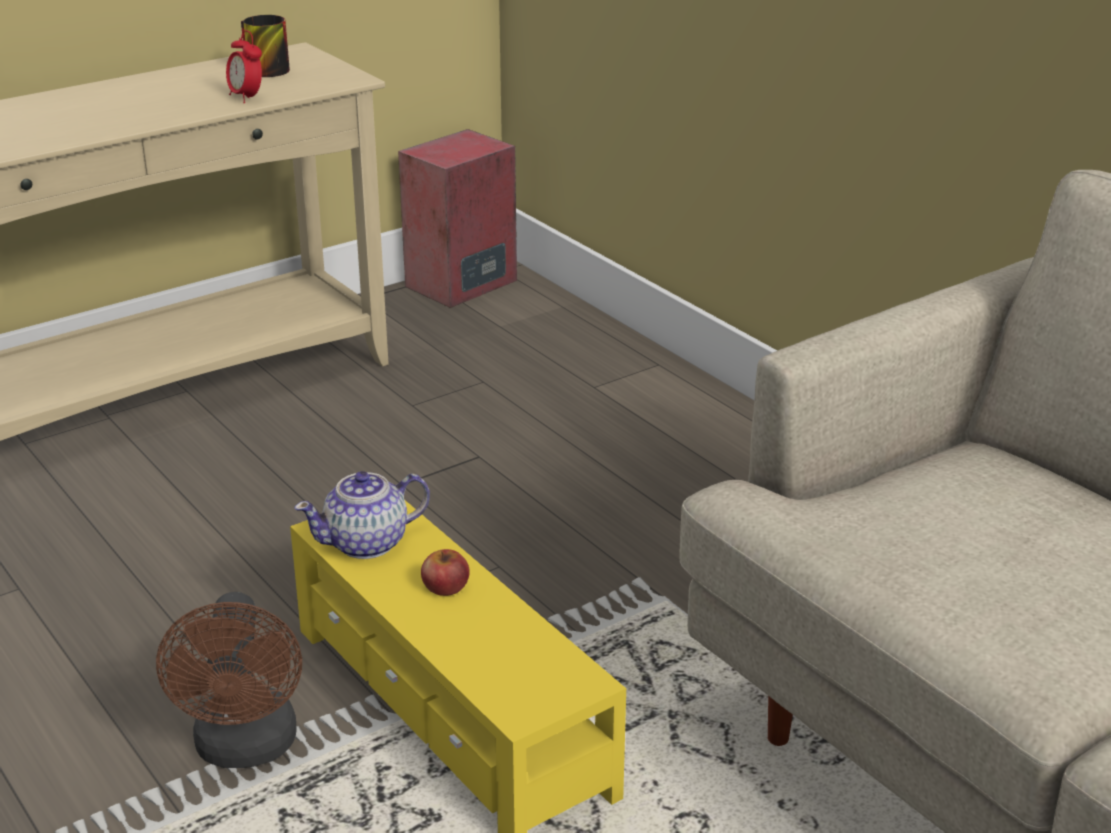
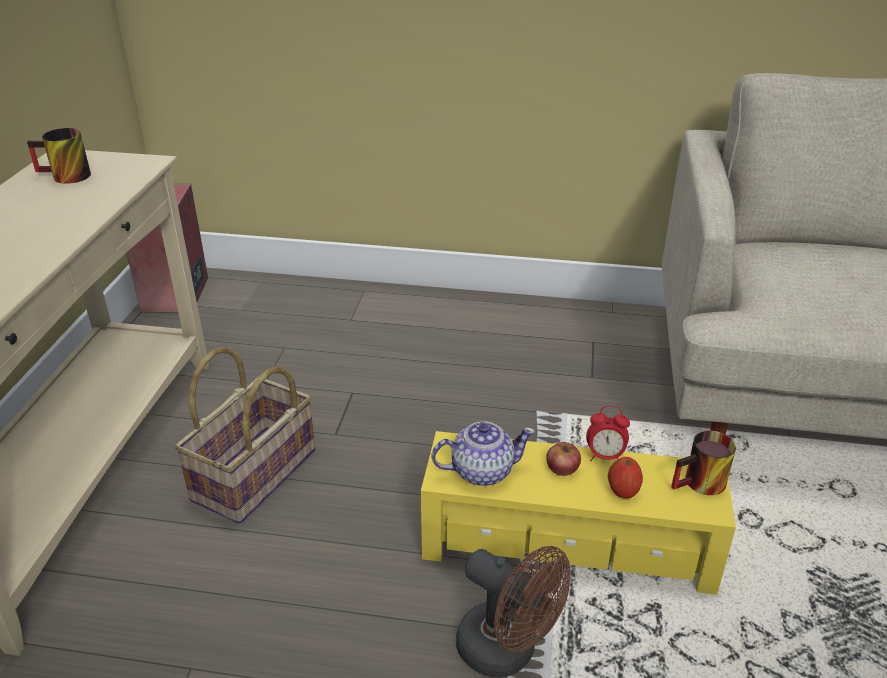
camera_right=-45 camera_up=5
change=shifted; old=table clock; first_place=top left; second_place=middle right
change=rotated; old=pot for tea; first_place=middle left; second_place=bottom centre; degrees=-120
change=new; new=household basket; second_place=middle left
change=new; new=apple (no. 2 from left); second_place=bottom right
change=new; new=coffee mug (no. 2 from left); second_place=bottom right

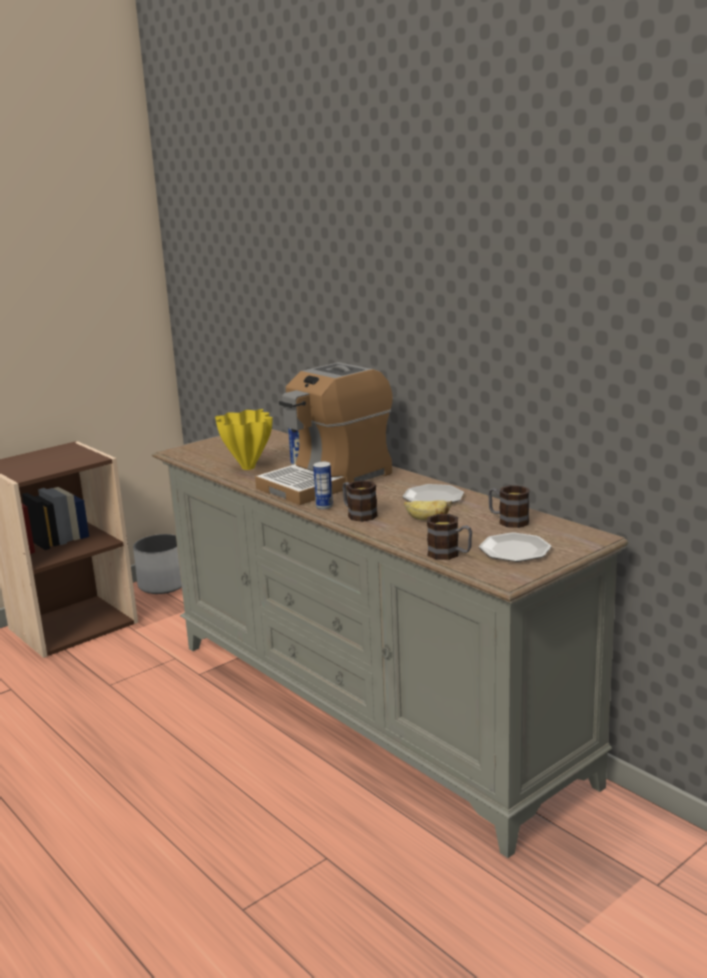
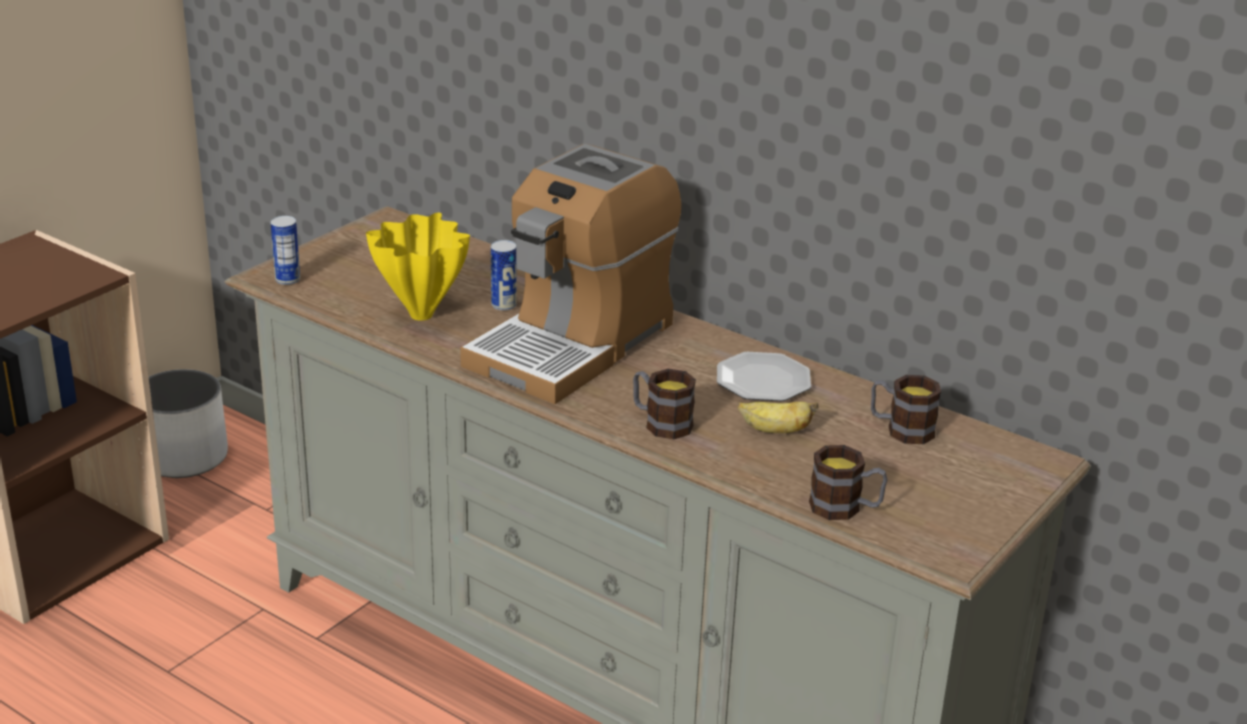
camera_right=-15 camera_up=10
change=shifted; old=can (no. 2 from left in the first image); new=can (no. 1 from left); first_place=centre; second_place=middle left
change=gone; old=flat dish (no. 2 from left); first_place=middle right

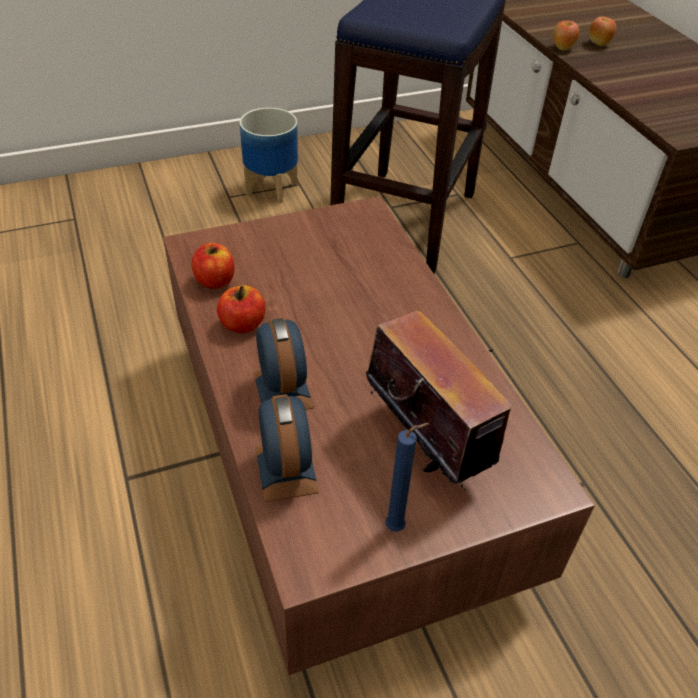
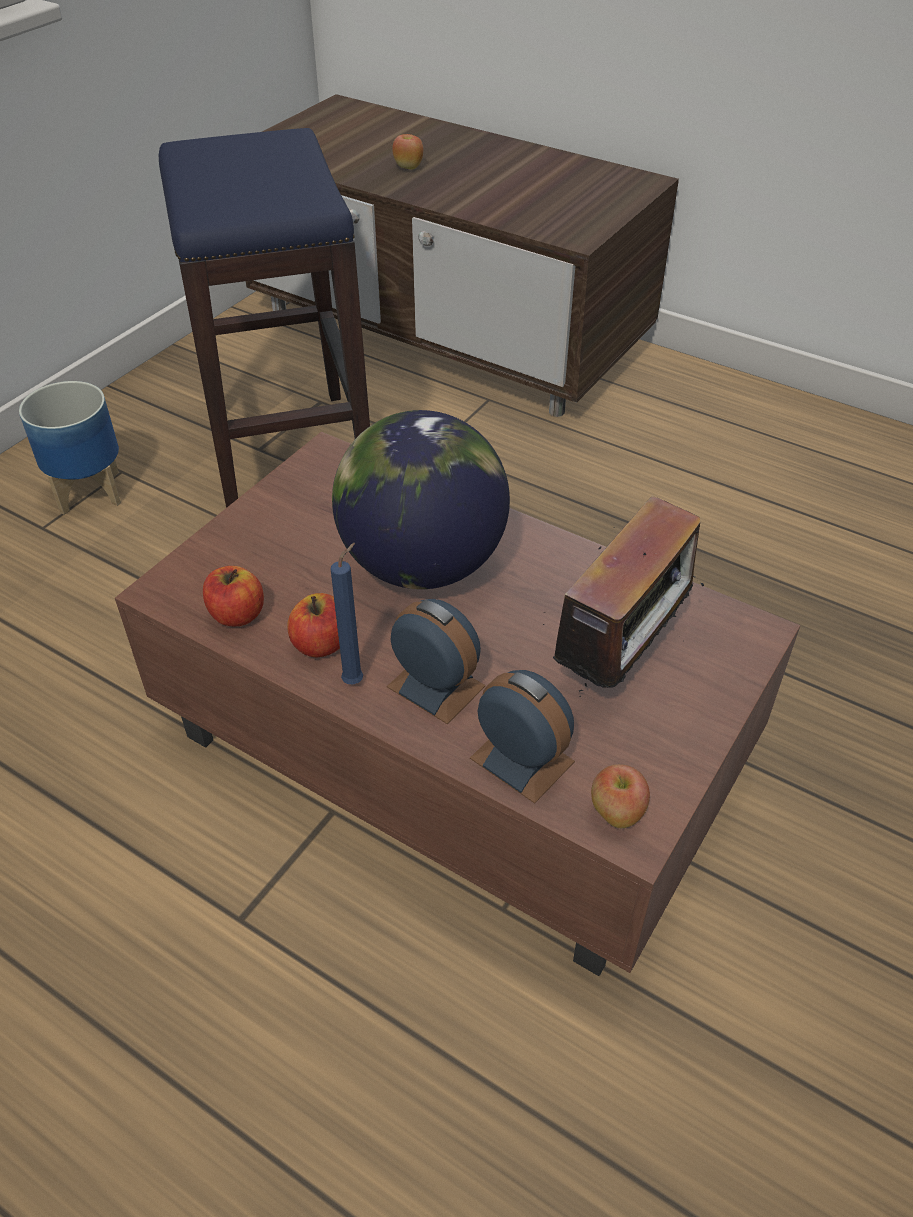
camera_right=-35 camera_up=0
change=rotated; old=radio receiver; first_place=centre; second_place=middle right; degrees=105
change=shifted; old=candle in blue; first_place=bottom centre; second_place=centre
change=shifted; old=apple (no. 3 from left in the first image); new=apple (no. 4 from left); first_place=top right; second_place=middle right
change=new; new=desk globe; second_place=centre

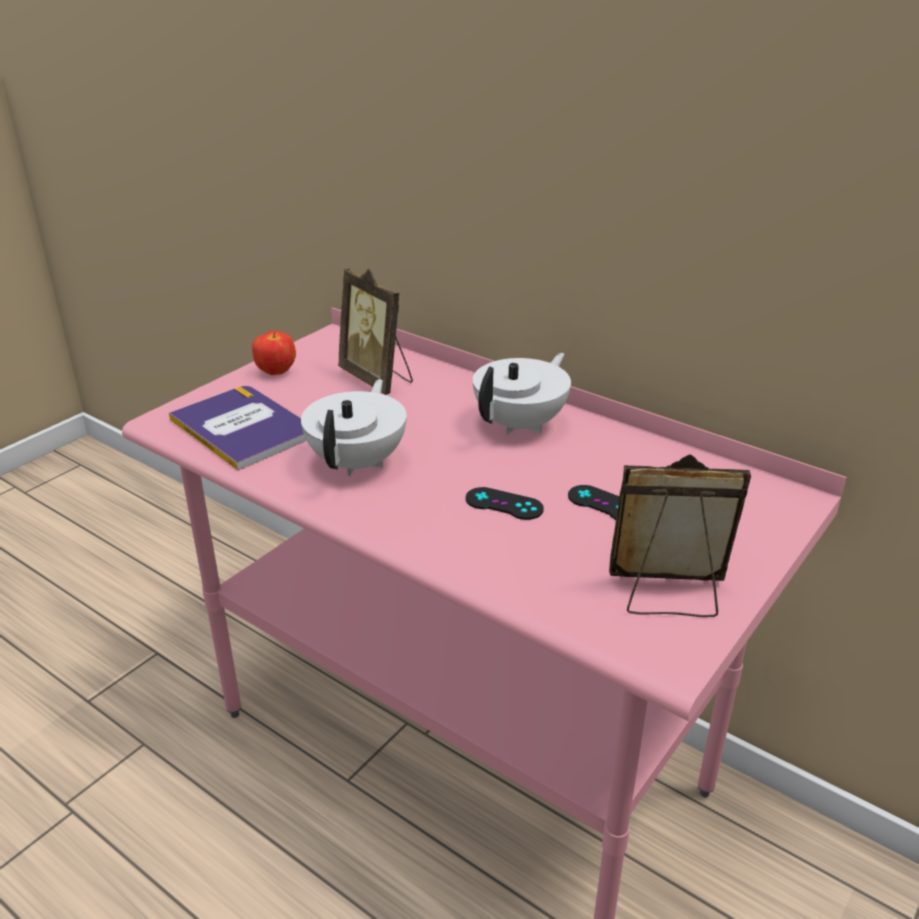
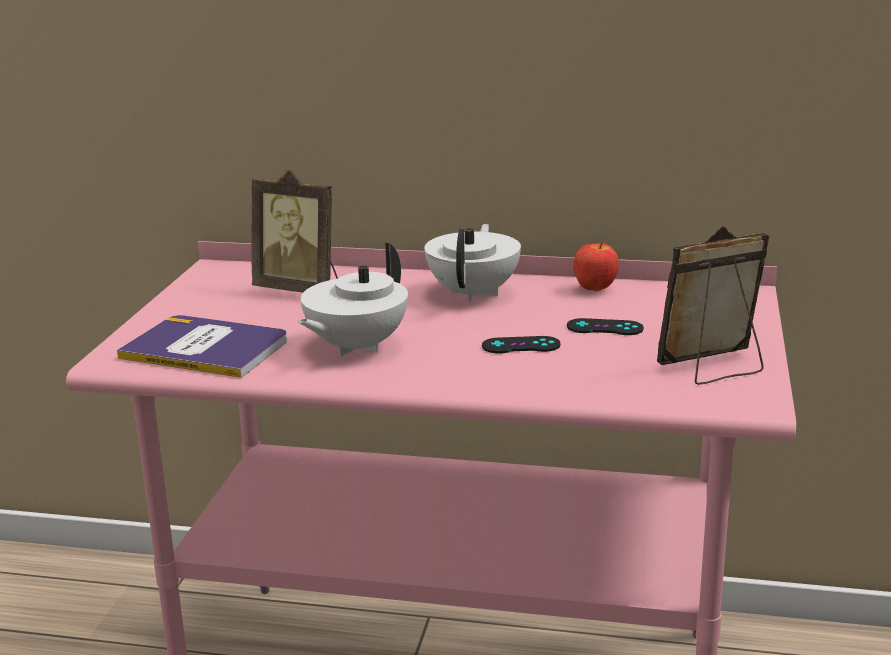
camera_right=-25 camera_up=-10
change=shifted; old=apple; first_place=middle left; second_place=middle right
change=rotated; old=pot for tea in white (no. 1 from left); first_place=centre; second_place=centre; degrees=-135

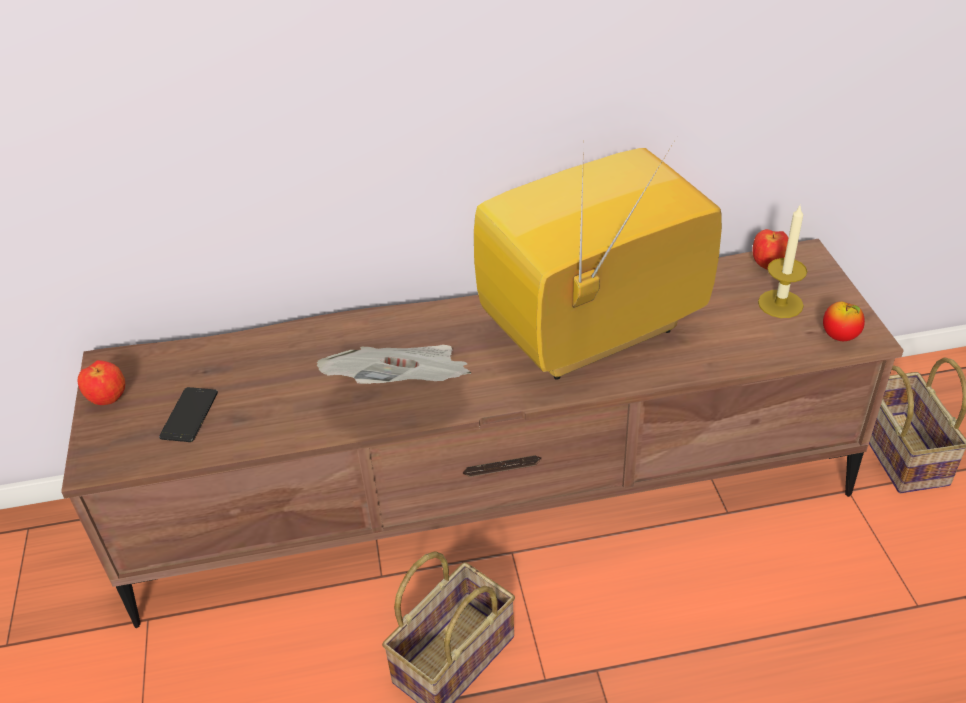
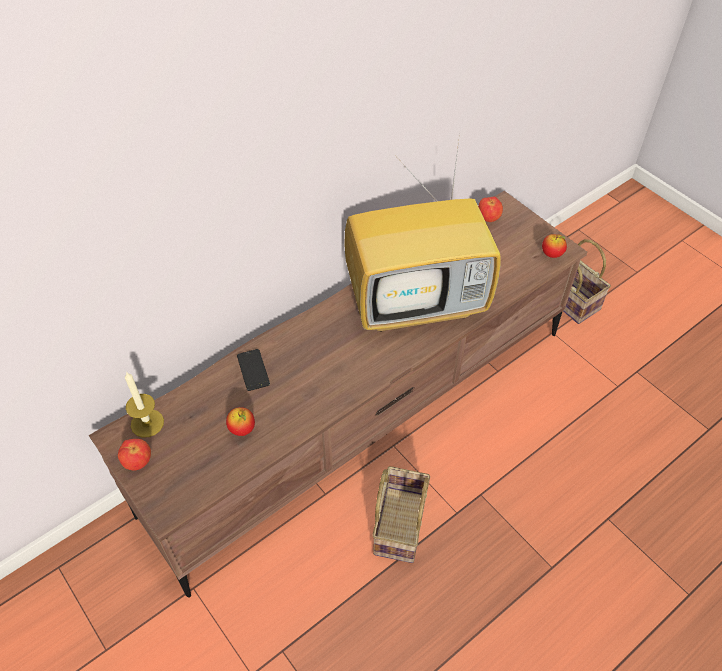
camera_right=-30 camera_up=10
change=shifted; old=telephone; first_place=middle left; second_place=centre
change=gone; old=newspaper; first_place=centre
change=rotated; old=TV set; first_place=centre; second_place=centre; degrees=-135
change=shifted; old=candle; first_place=middle right; second_place=middle left
change=new; new=apple (no. 2 from left); second_place=middle left

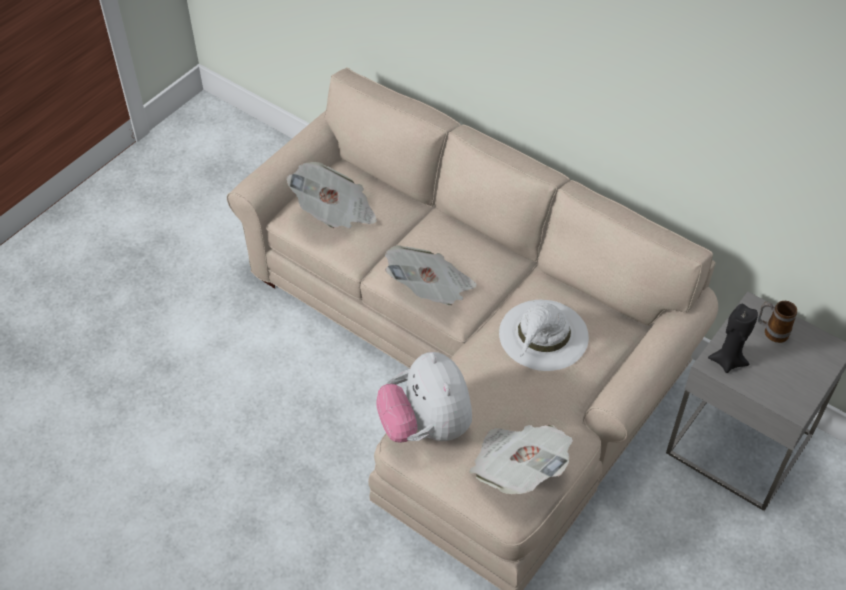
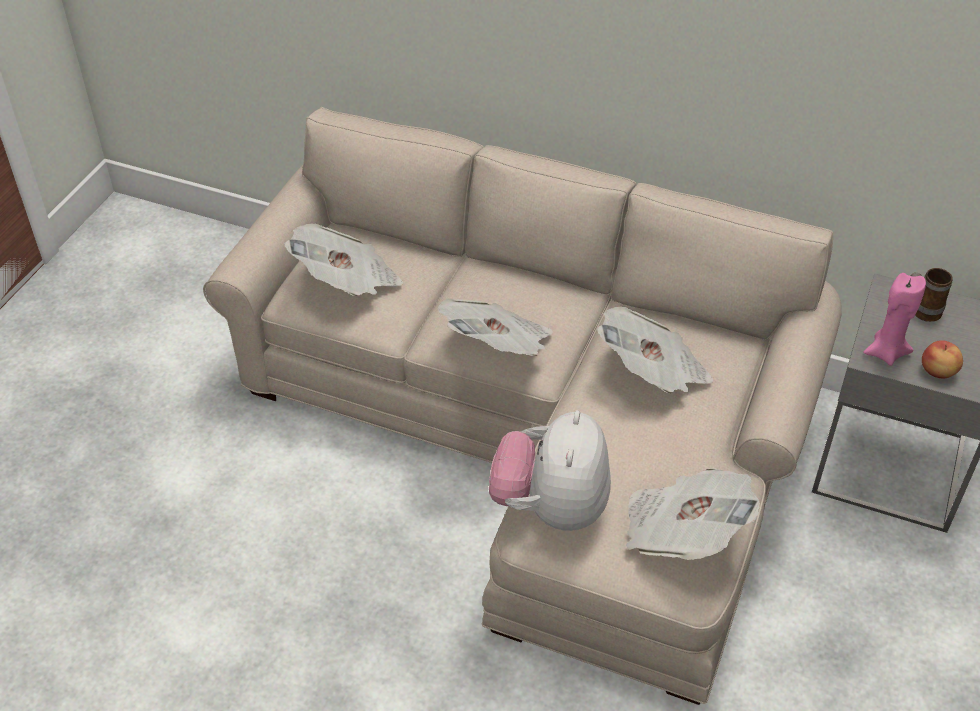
camera_right=-15 camera_up=-5
change=rotated; old=plush toy; first_place=bottom centre; second_place=centre; degrees=45
change=swapped; old=clothing hat in white; new=newspaper (no. 3 from left); first_place=centre; second_place=middle right
change=repainted; old=candle in blackish; new=candle in pinkish; first_place=middle right; second_place=middle right
change=new; new=apple; second_place=middle right

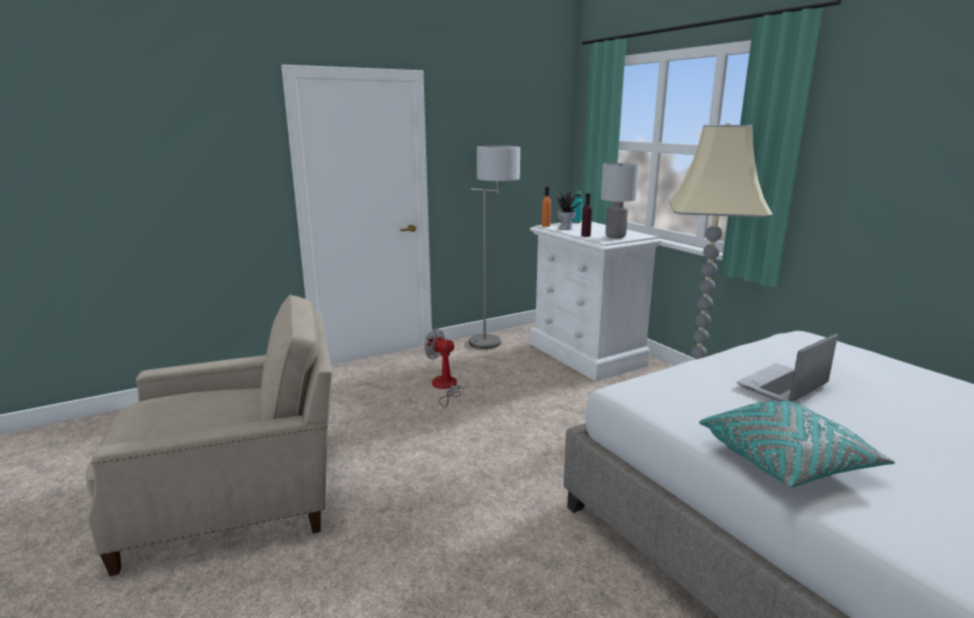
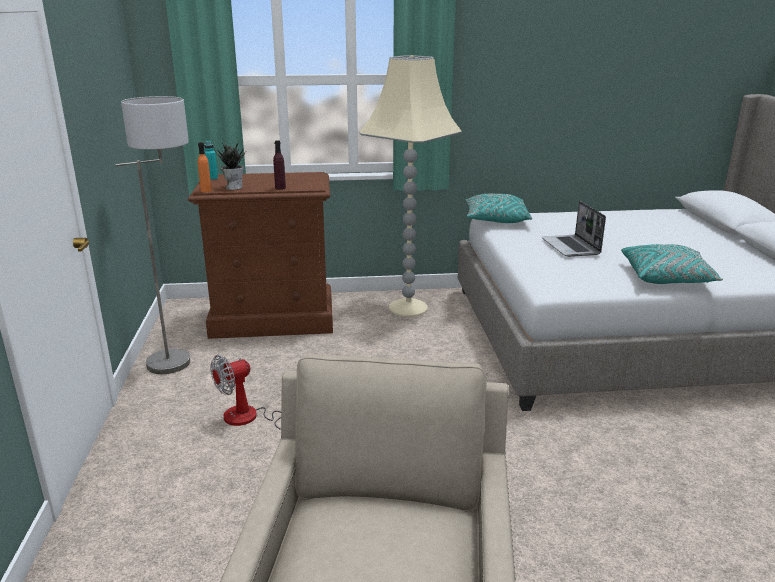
camera_right=-65 camera_up=5
change=repainted; old=drawer chest in white; new=drawer chest in brownish; first_place=centre; second_place=centre
change=gone; old=tabletop lamp in gray; first_place=top centre
change=new; new=throw pillow in blue-green (no. 1 from left); second_place=centre

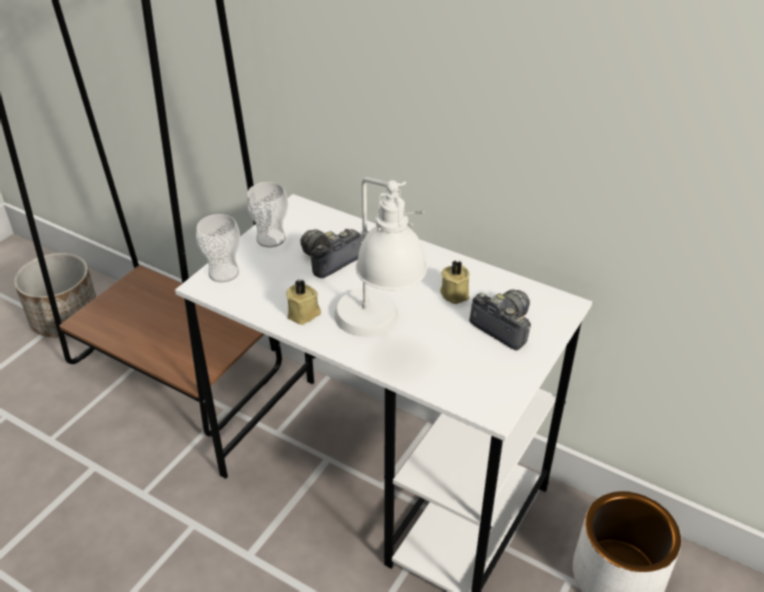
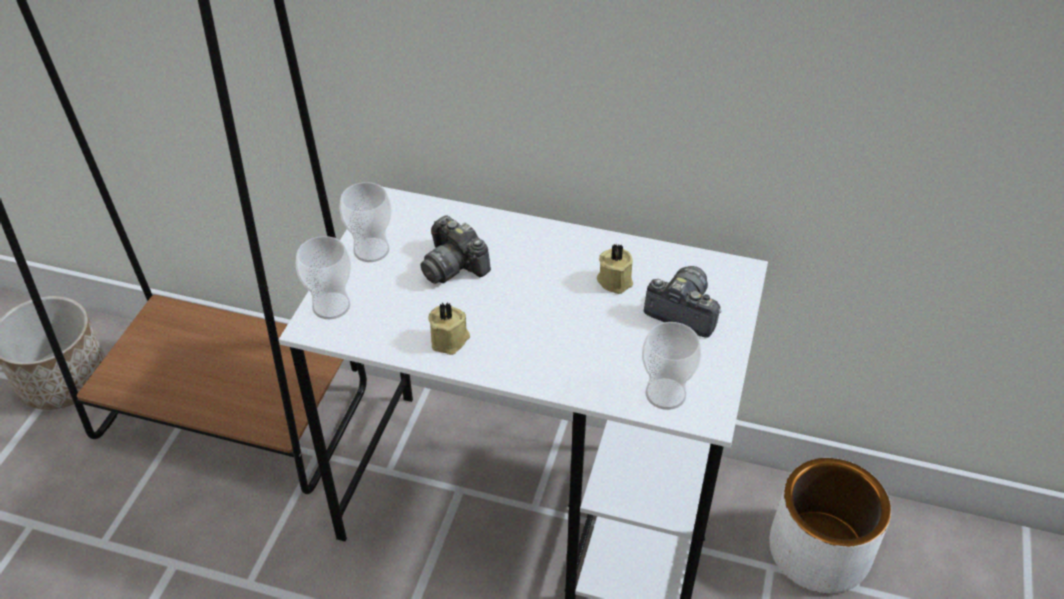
camera_right=-15 camera_up=5
change=rotated; old=photo camera (no. 1 from left); first_place=centre; second_place=centre; degrees=-75
change=gone; old=tabletop lamp in white; first_place=centre
change=new; new=cup (no. 3 from left); second_place=centre

